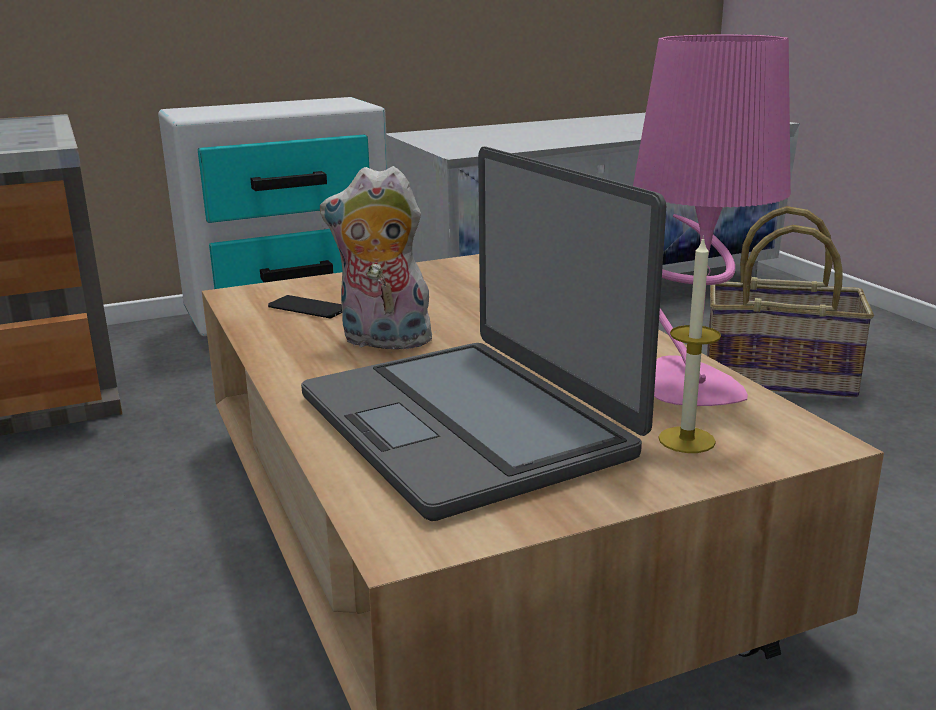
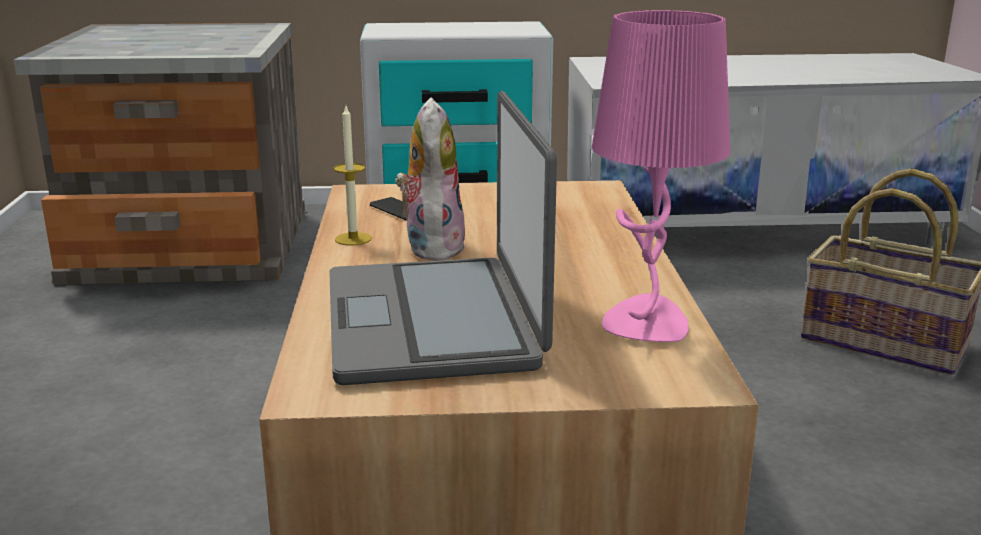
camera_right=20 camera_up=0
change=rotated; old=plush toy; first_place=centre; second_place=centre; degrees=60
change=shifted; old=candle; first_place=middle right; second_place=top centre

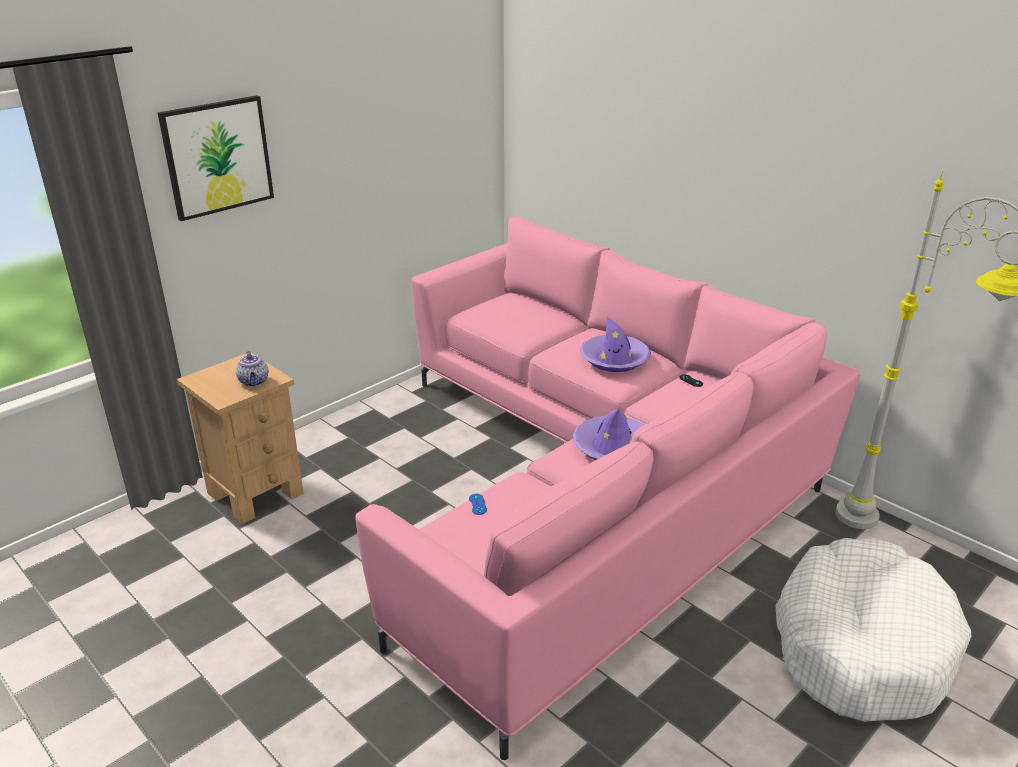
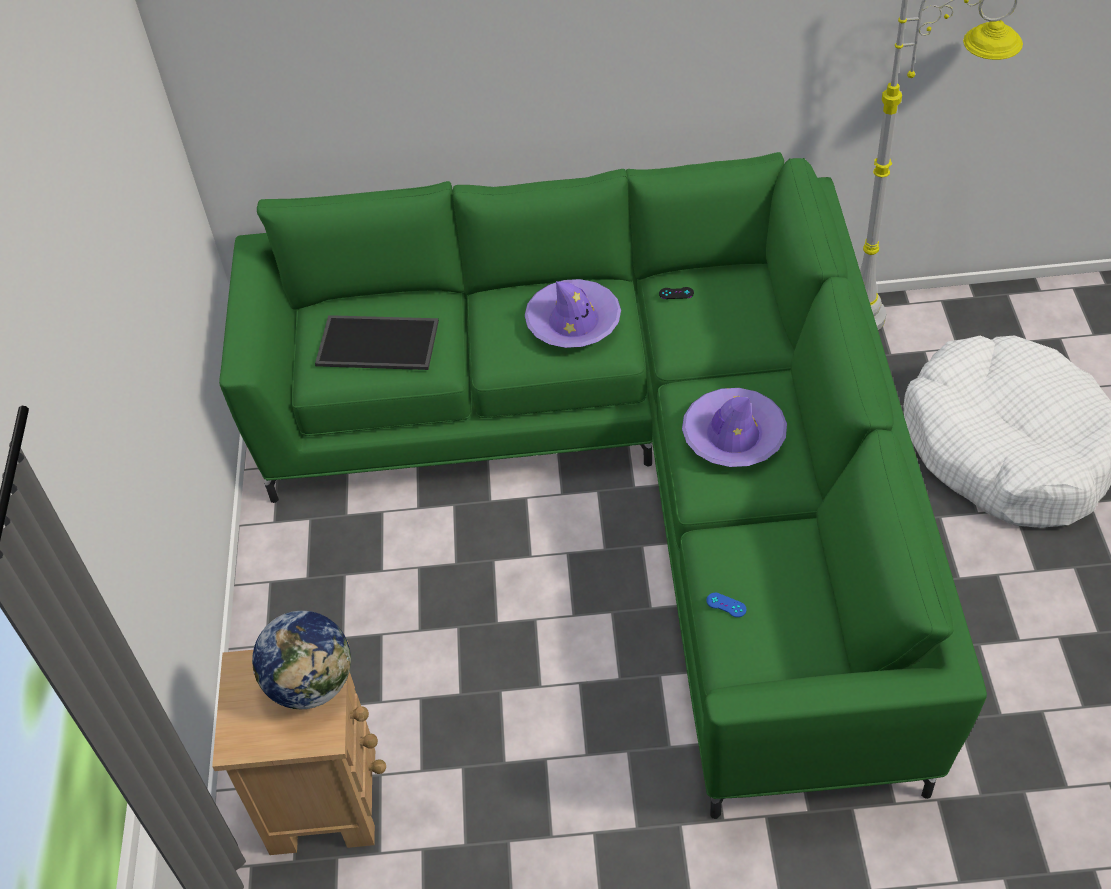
camera_right=-45 camera_up=20
change=gone; old=wall art; first_place=top left
change=swapped; old=pot for tea; new=desk globe; first_place=middle left; second_place=bottom left
change=repainted; old=settee in pinkish; new=settee in greenish; first_place=centre; second_place=centre
change=new; new=carrying tray; second_place=centre

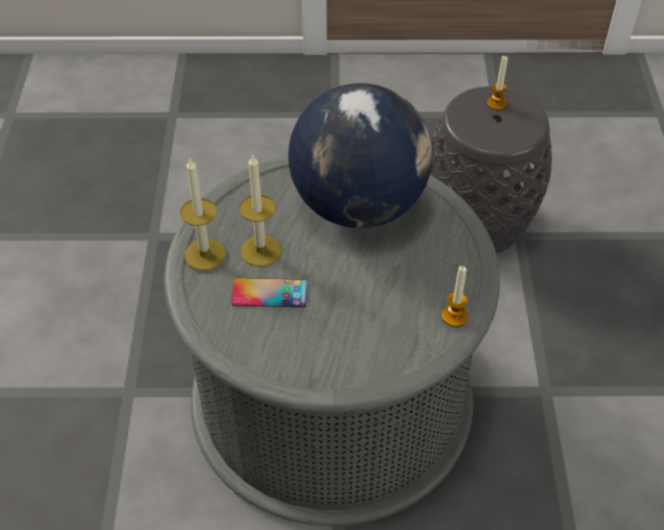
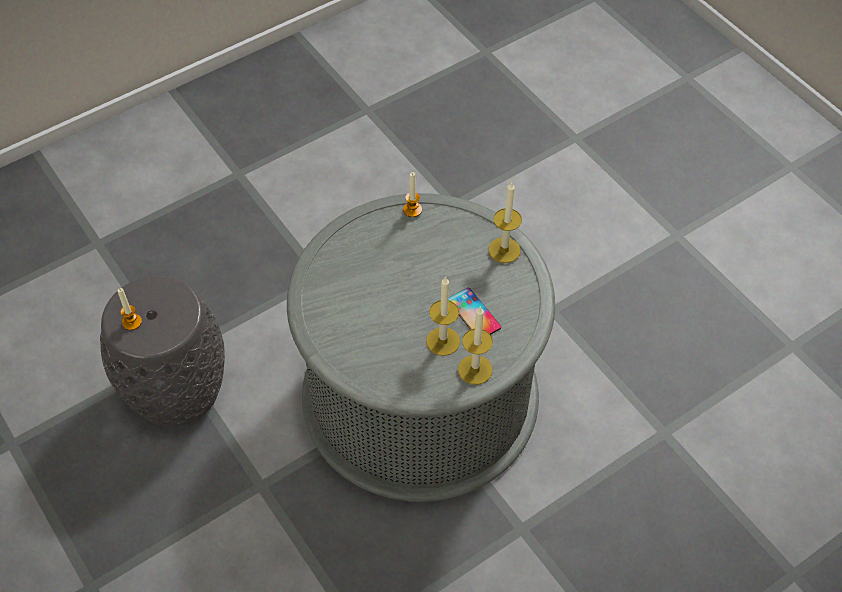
camera_right=-125 camera_up=5
change=gone; old=desk globe; first_place=top centre
change=new; new=candle (no. 5 from left); second_place=centre

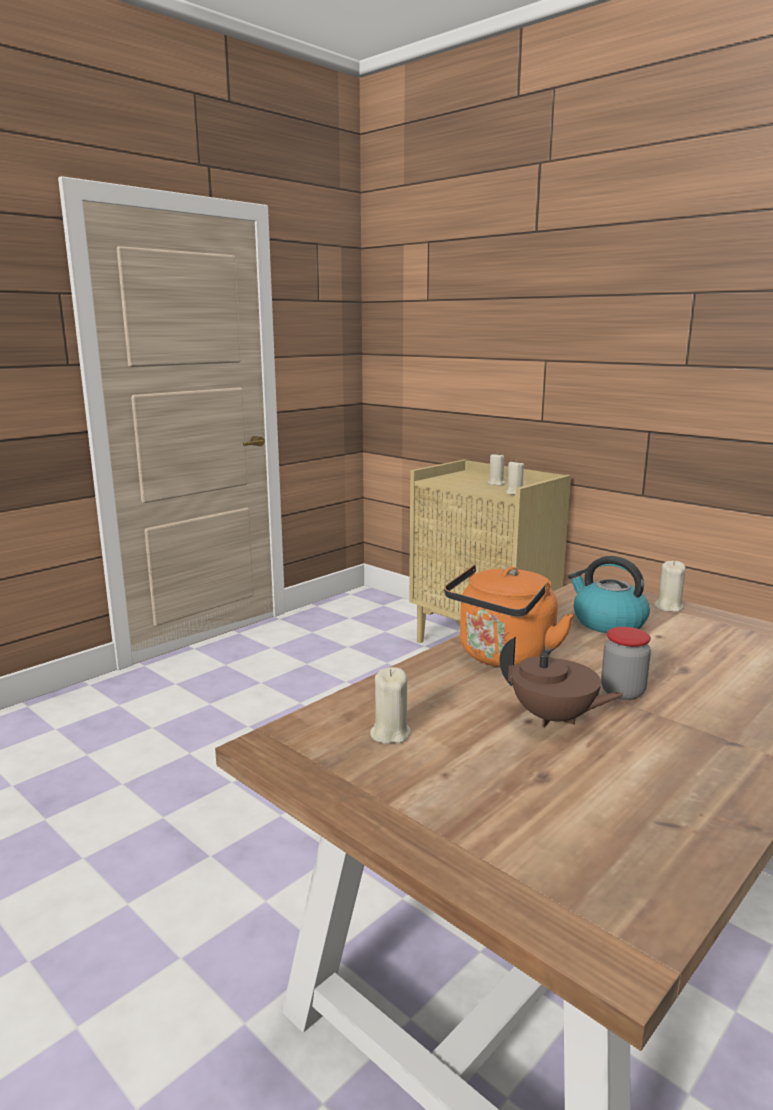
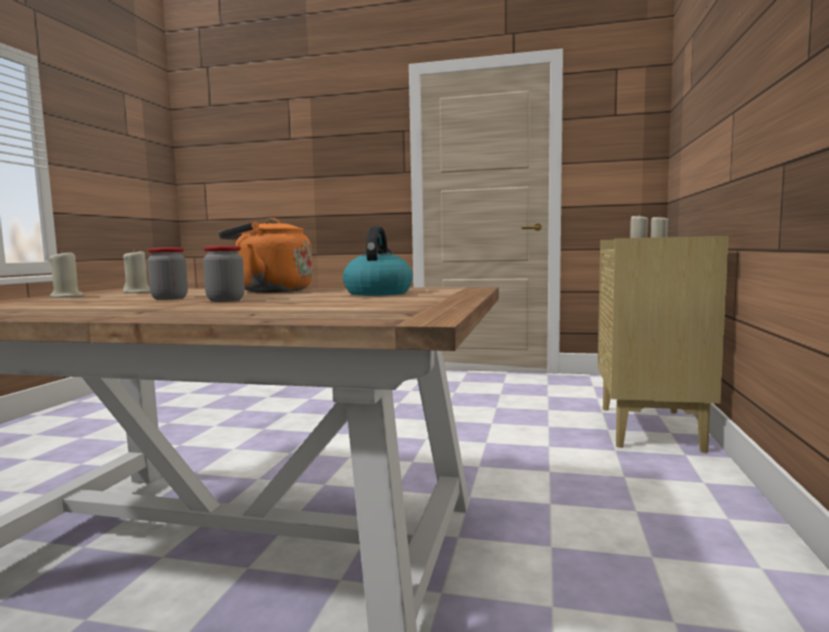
camera_right=60 camera_up=-10
change=swapped; old=pot for tea in brownish; new=jar (no. 1 from left); first_place=middle right; second_place=middle left
change=shifted; old=candle in beige-coloured (no. 4 from left in the first image); new=candle in beige-coloured (no. 1 from left); first_place=middle right; second_place=middle left

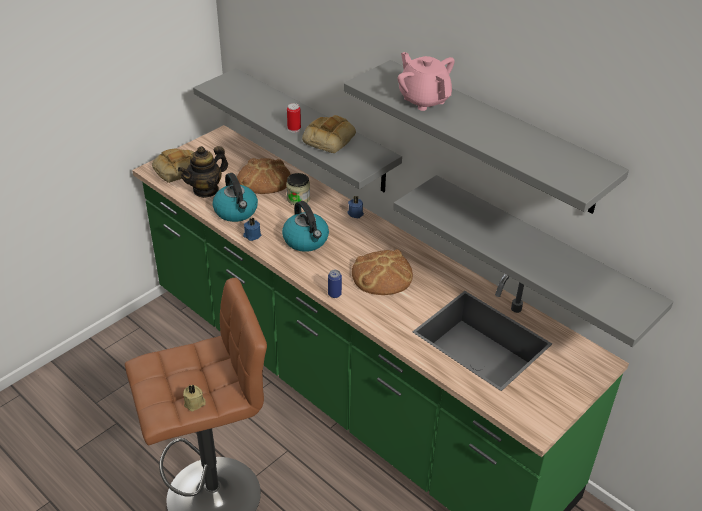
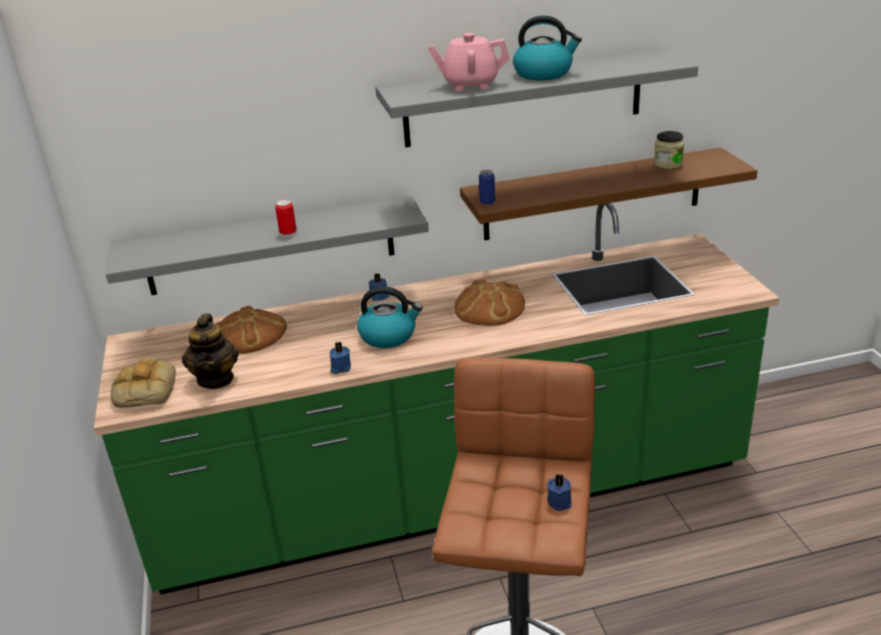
camera_right=-55 camera_up=-10
change=repainted; old=candle in beige-coloured; new=candle in blue (no. 3 from left); first_place=bottom left; second_place=bottom centre
change=shifted; old=kettle (no. 1 from left in the first image); new=kettle (no. 2 from left); first_place=centre; second_place=top centre
change=shifted; old=jar; first_place=centre; second_place=top right
change=gone; old=bakery bread (no. 3 from left); first_place=top centre
change=shifted; old=can (no. 2 from left); first_place=centre; second_place=top centre
change=repainted; old=wall shelf in gray (no. 3 from left); new=wall shelf in brownish; first_place=middle right; second_place=top right

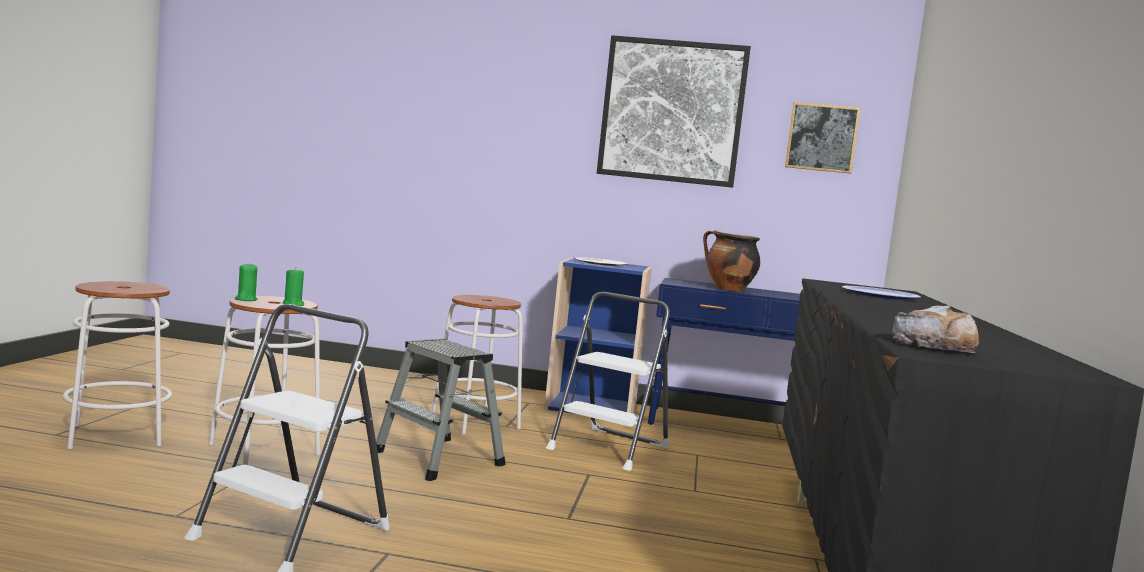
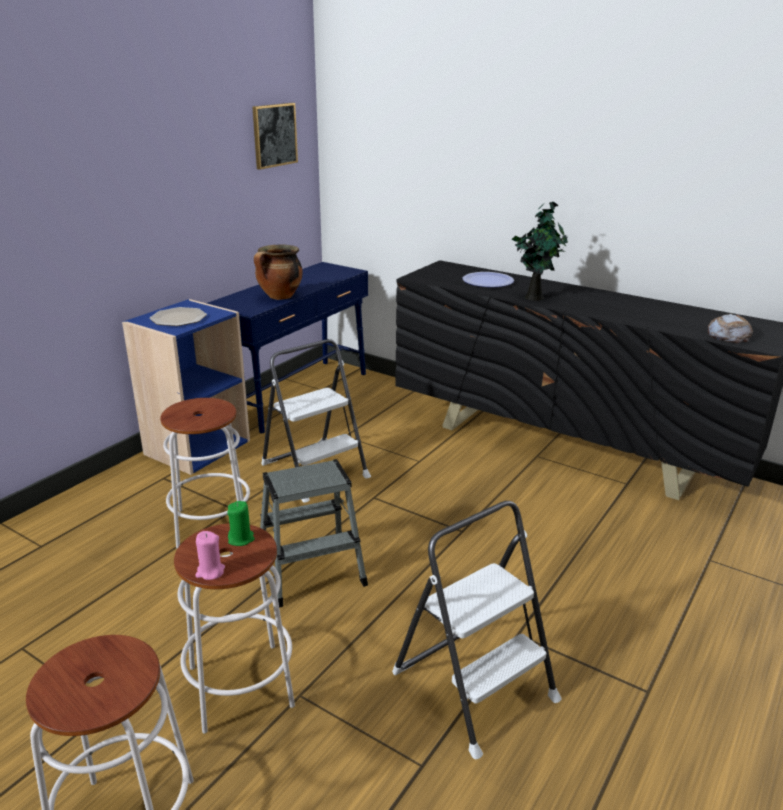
camera_right=-65 camera_up=20
change=repainted; old=candle in greenish (no. 1 from left); new=candle in pinkish; first_place=middle left; second_place=bottom left
change=gone; old=wall art (no. 1 from left); first_place=top centre
change=new; new=potted plant; second_place=top right

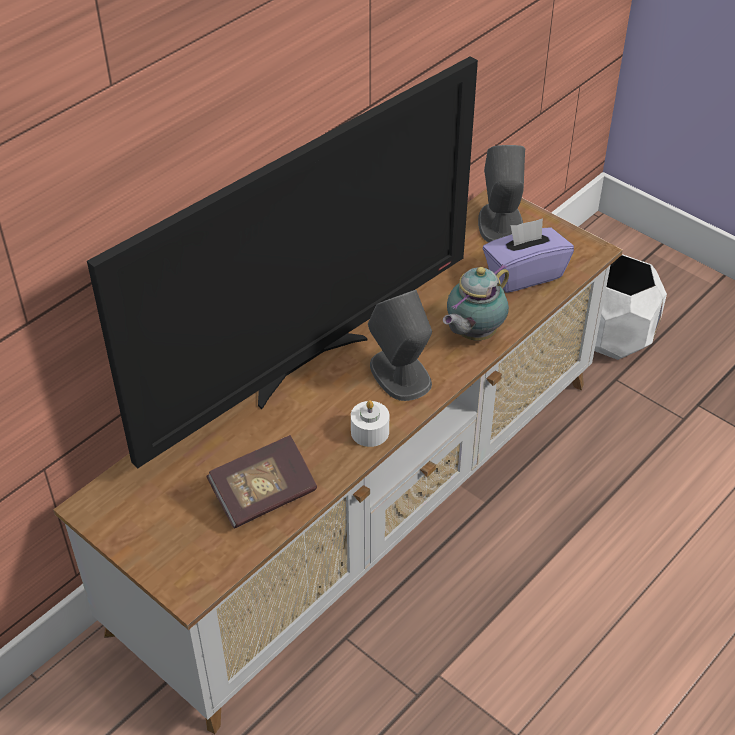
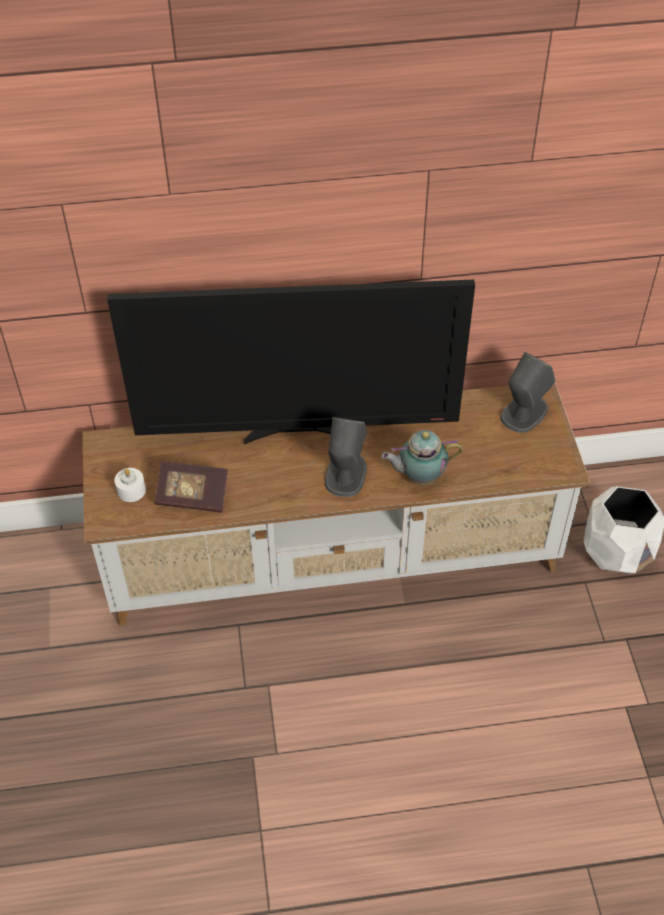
camera_right=40 camera_up=5
change=shifted; old=candle in white; first_place=centre; second_place=middle left
change=gone; old=tissue box in purplish; first_place=middle right

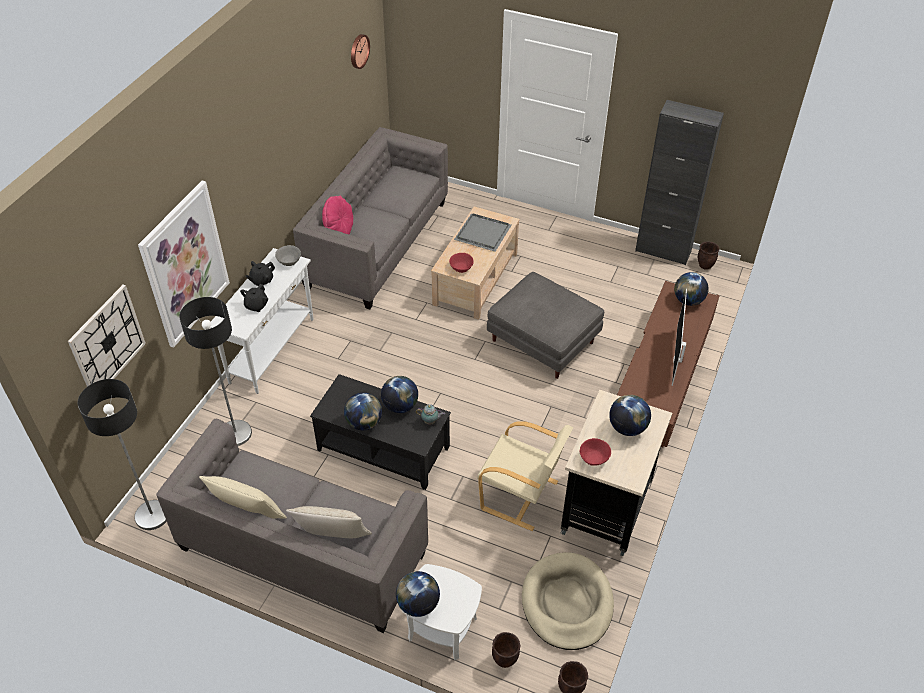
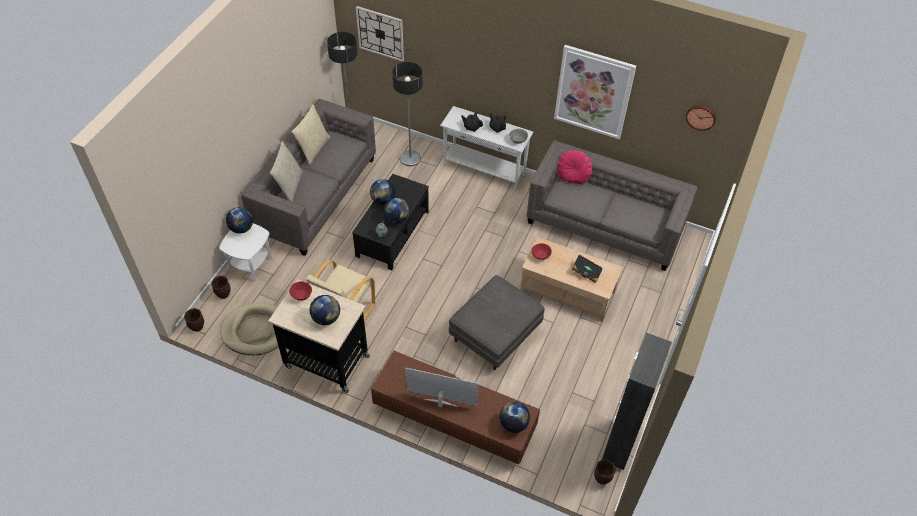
camera_right=90 camera_up=5
change=shifted; old=wall art; first_place=middle left; second_place=top centre
change=swapped; old=carrying tray in gray; new=book in blackish; first_place=centre; second_place=centre

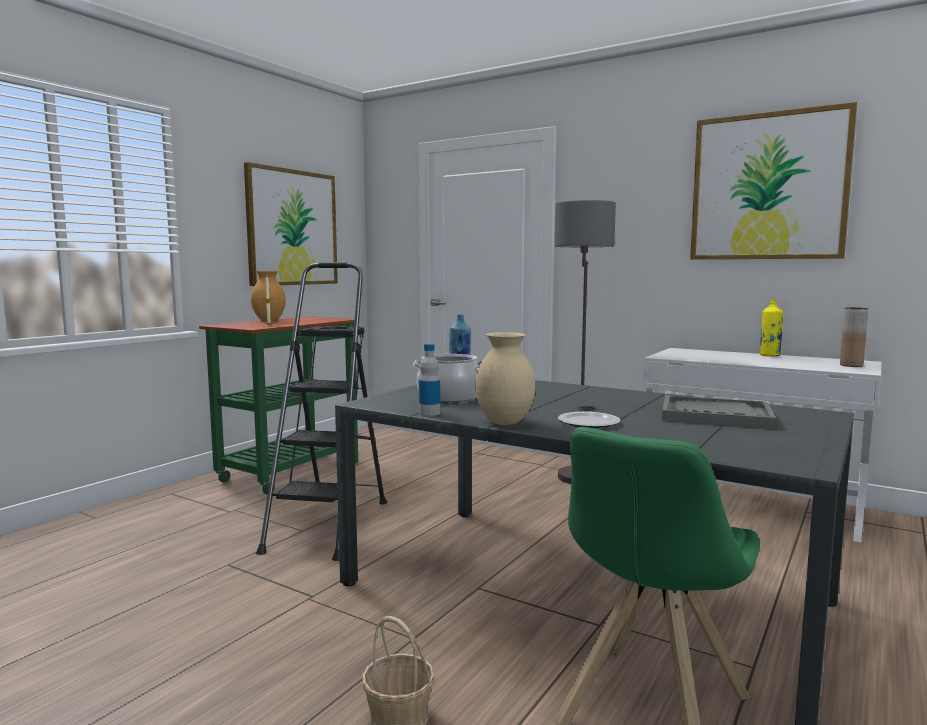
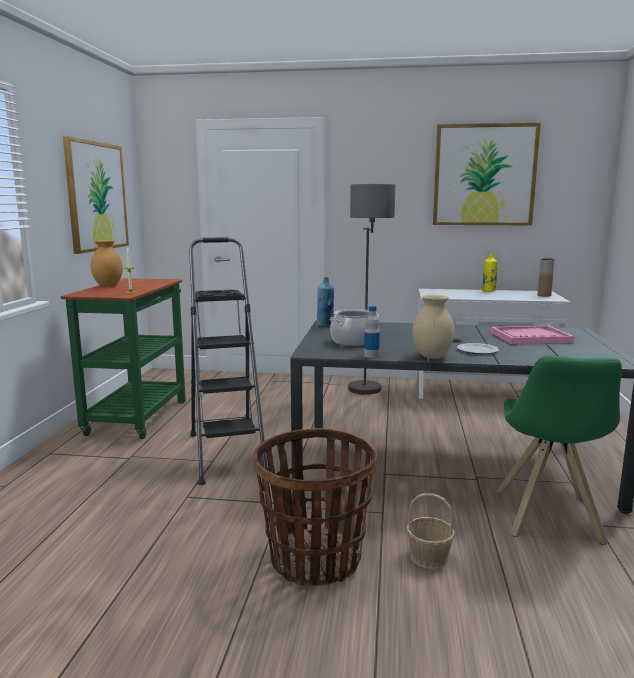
camera_right=-25 camera_up=5
change=repainted; old=carrying tray in gray; new=carrying tray in pinkish; first_place=middle right; second_place=middle right
change=new; new=household basket (no. 1 from left); second_place=bottom centre

